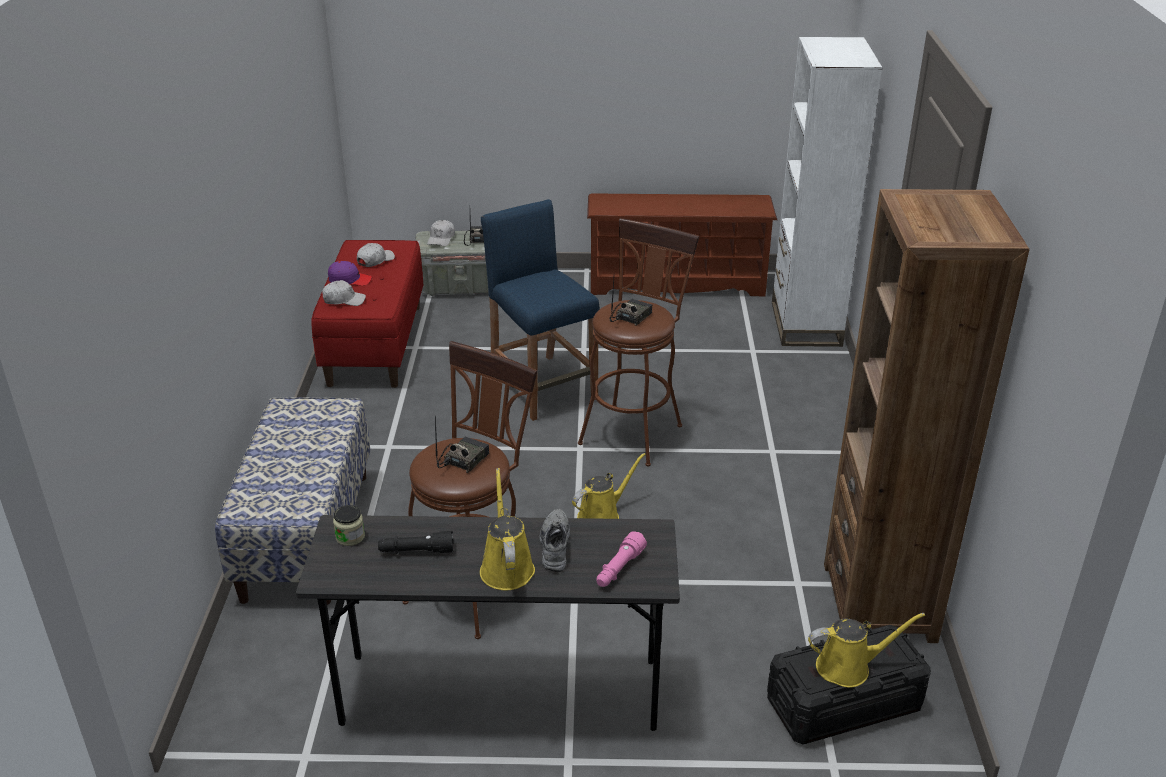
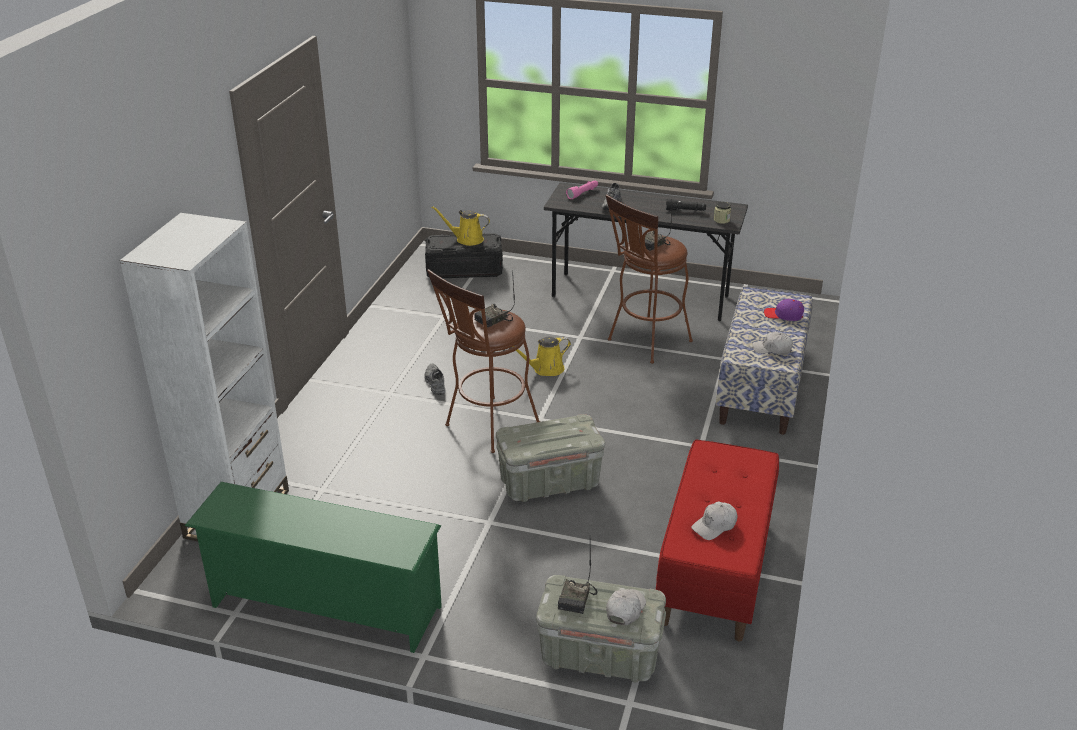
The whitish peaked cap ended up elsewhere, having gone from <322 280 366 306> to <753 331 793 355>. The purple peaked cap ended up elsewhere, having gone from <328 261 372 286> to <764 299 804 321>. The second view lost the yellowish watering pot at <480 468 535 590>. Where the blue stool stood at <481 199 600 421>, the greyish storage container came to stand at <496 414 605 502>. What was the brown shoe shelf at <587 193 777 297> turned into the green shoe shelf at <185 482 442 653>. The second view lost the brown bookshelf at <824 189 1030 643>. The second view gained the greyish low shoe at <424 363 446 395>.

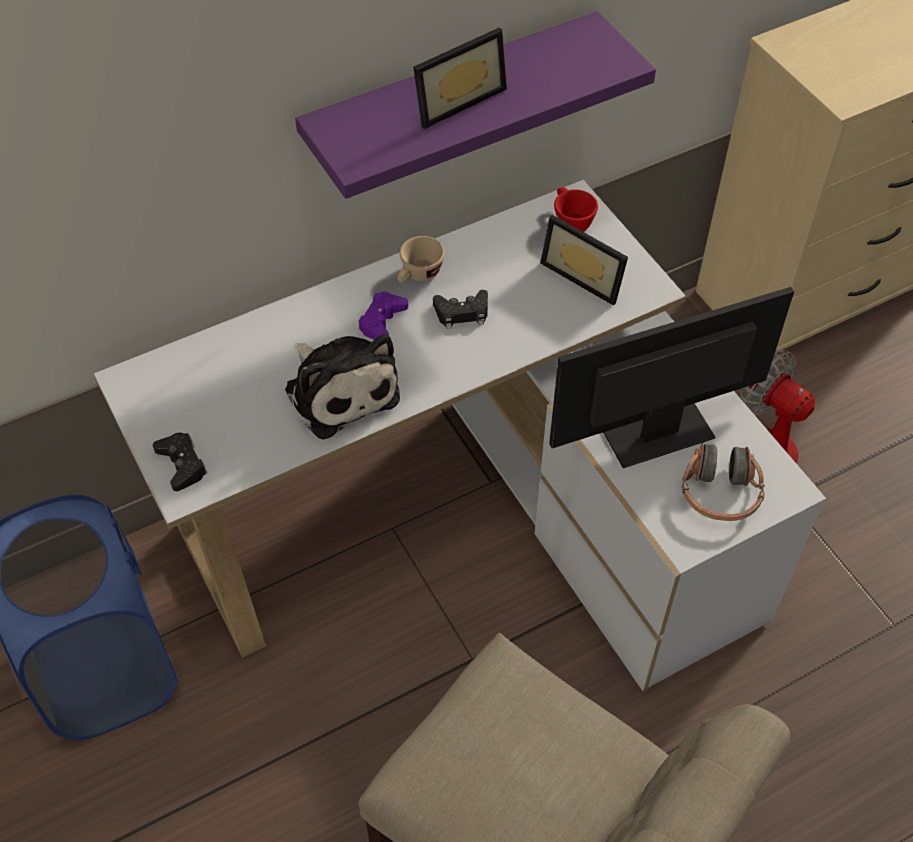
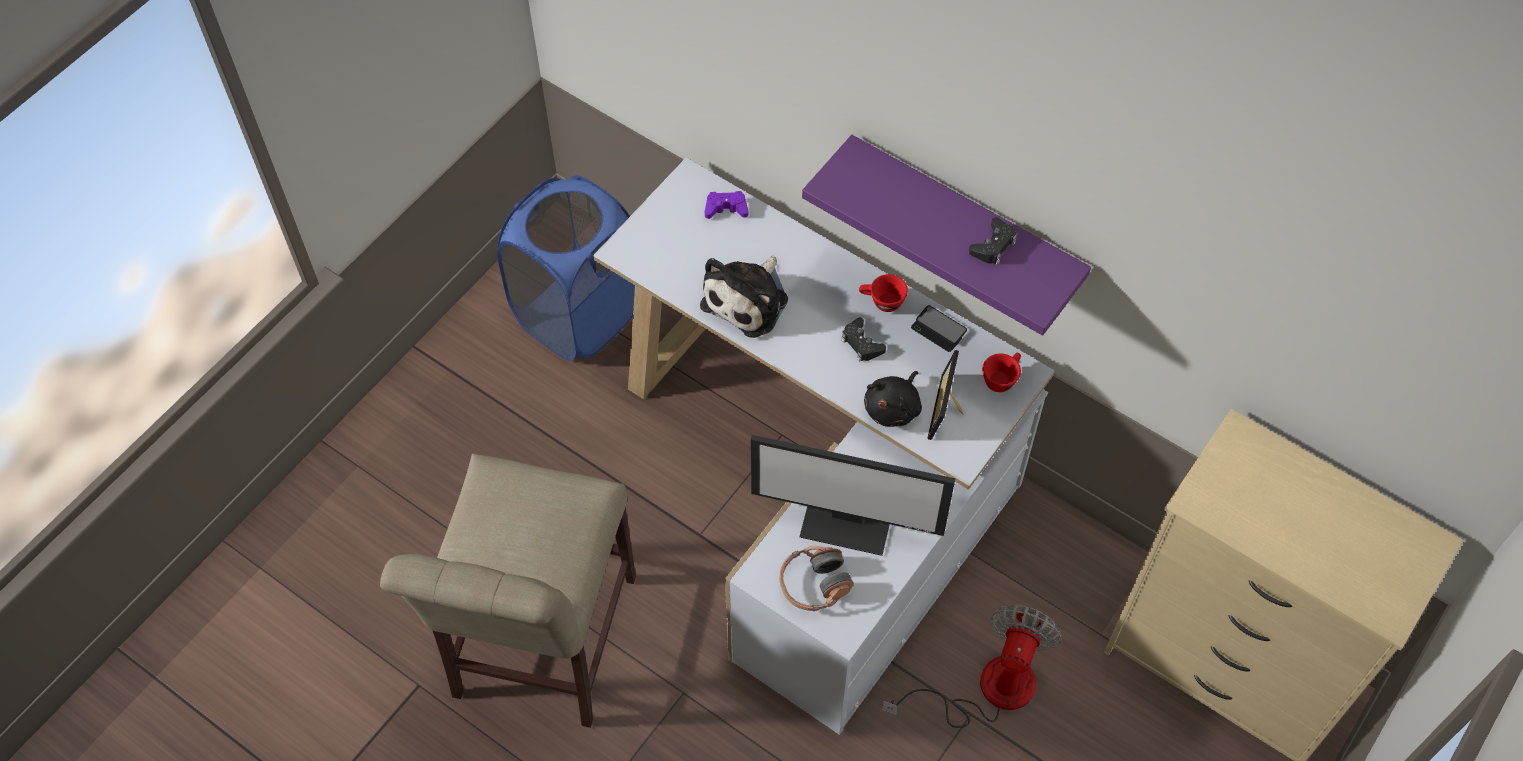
The black-coloured gamepad ended up elsewhere, having gone from <153 433 208 491> to <968 217 1016 265>. The purple gamepad ended up elsewhere, having gone from <359 292 408 340> to <705 191 748 219>. What was the beige cup at <397 236 445 283> turned into the red-coloured cup at <859 274 908 312>. The second view lost the picture frame at <413 28 507 129>. The monitor at <549 287 794 468> ended up facing another way, 150 degrees clockwise from before. The second view gained the black-coloured soft toy at <864 371 922 427>. The second view gained the handset at <911 305 967 352>.

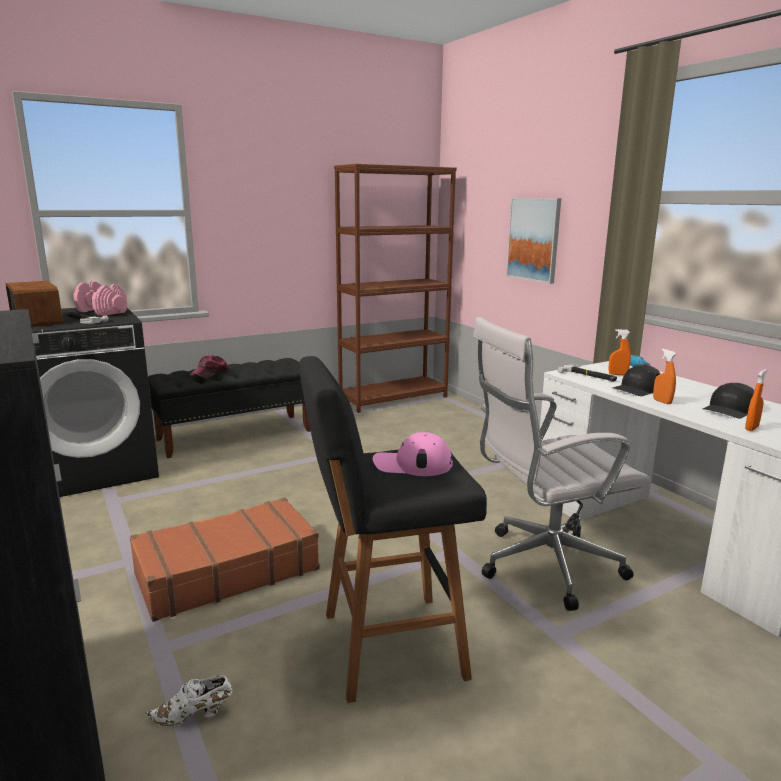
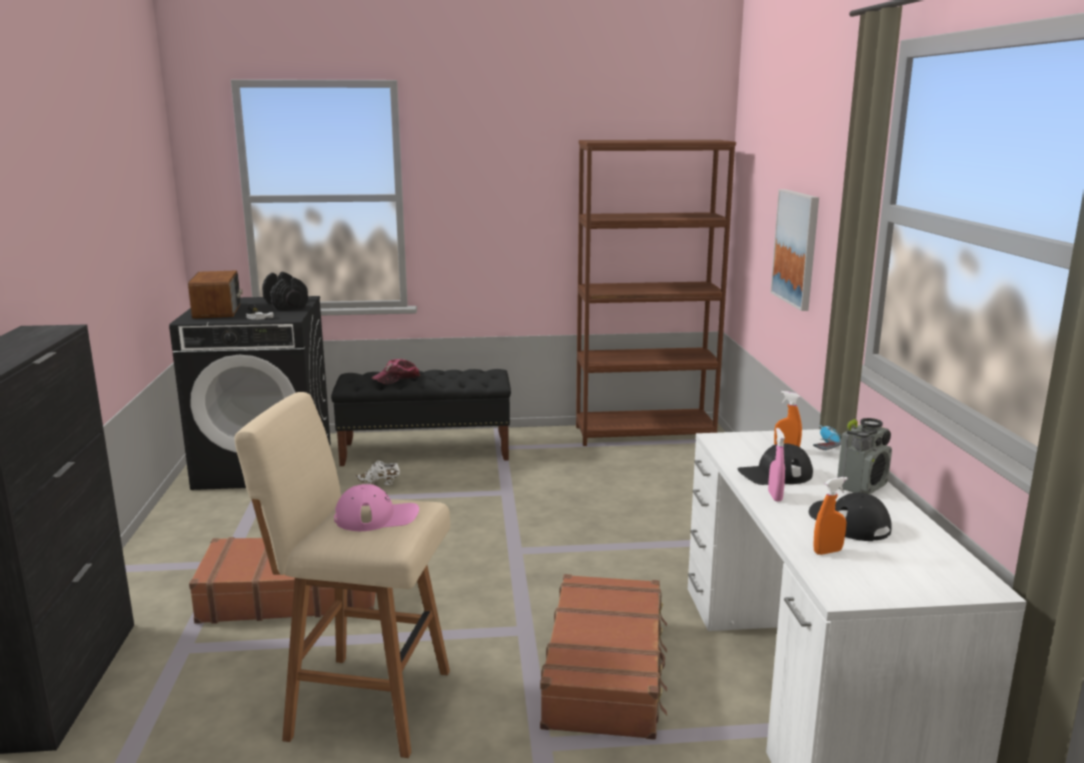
What was the pink-coloured hand weight at <73 281 127 316> turned into the black-coloured hand weight at <262 272 308 310>. The whitish low shoe ended up elsewhere, having gone from <145 675 232 726> to <355 461 400 485>. What was the black-coloured stool at <299 356 487 703> turned into the beige stool at <234 392 450 758>. The pink-coloured peaked cap at <373 432 453 476> ended up facing another way, 135 degrees clockwise from before. Where the whitish office chair stood at <473 317 650 611>, the brown suitcase came to stand at <540 574 667 740>. The second view lost the hammer at <557 364 617 382>. What was the orange spray bottle at <653 349 677 404> turned into the pink-coloured spray bottle at <768 428 785 501>. The black-coloured peaked cap at <703 383 754 418> ended up facing another way, 75 degrees clockwise from before. The second view gained the radio set at <837 418 892 494>.

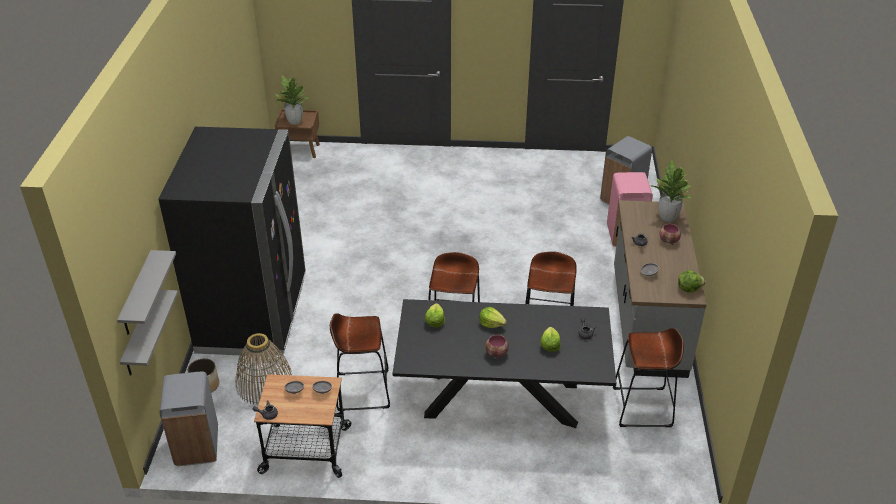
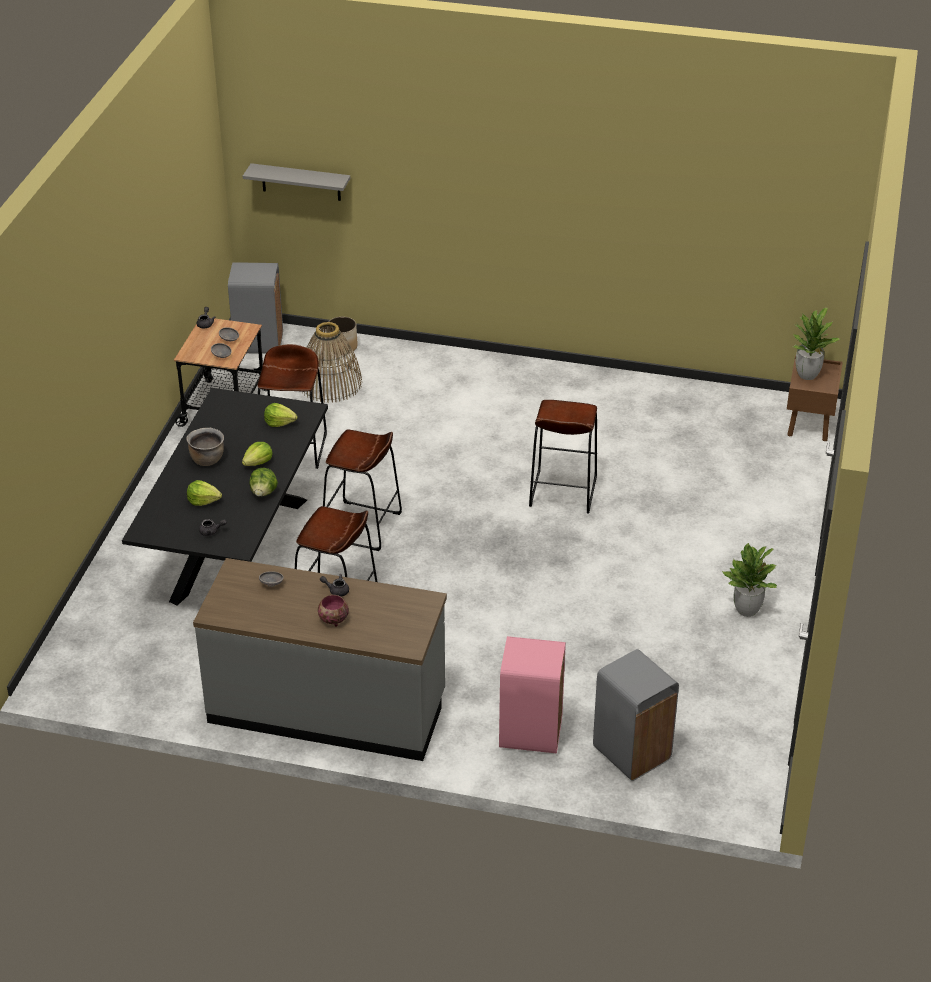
The second view lost the greyish wall shelf at <120 290 178 376>. The second view lost the black-coloured kitchen fridge at <159 127 306 357>. Where the serving bowl stood at <485 335 509 359>, the brown stockpot came to stand at <186 428 224 466>. The brown stool ended up elsewhere, having gone from <613 328 684 427> to <529 400 597 513>. The plant in a pot ended up elsewhere, having gone from <652 160 691 222> to <722 543 777 617>. The head of lettuce ended up elsewhere, having gone from <678 270 705 292> to <250 468 278 497>.

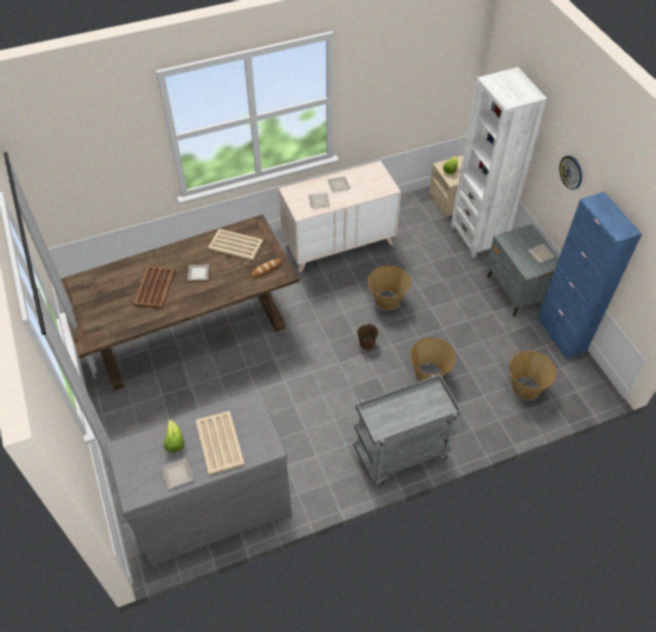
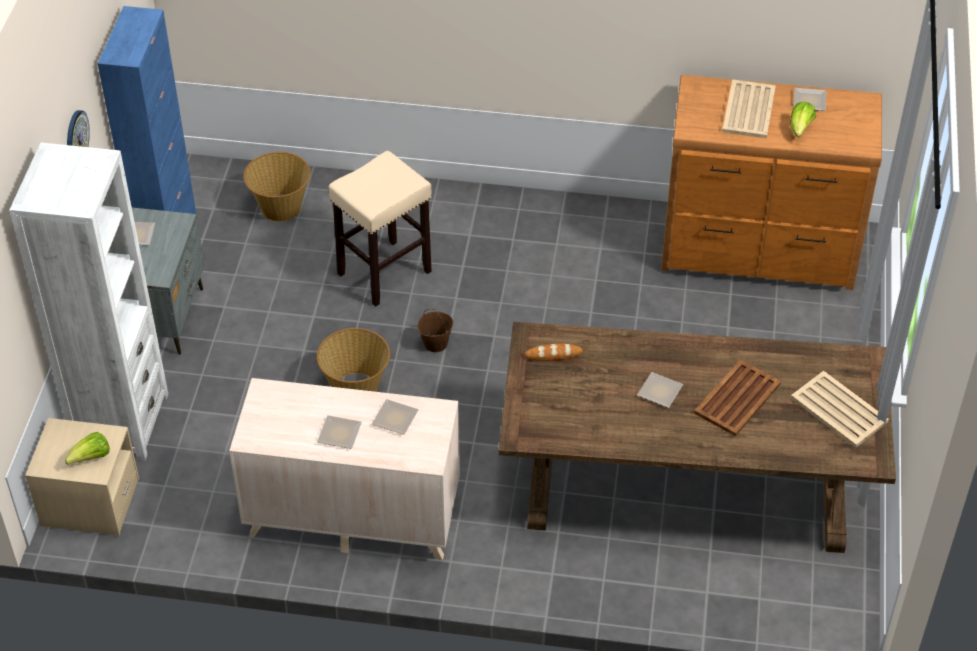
What was the greyish chest of drawers at <106 391 292 568> turned into the brown chest of drawers at <661 75 882 290>. The beige carrying tray ended up elsewhere, having gone from <208 229 263 261> to <791 371 889 448>. The second view lost the greyish wheeled cart at <354 375 461 485>. Where the storage basket stood at <410 337 456 381>, the beige stool came to stand at <329 151 432 307>.

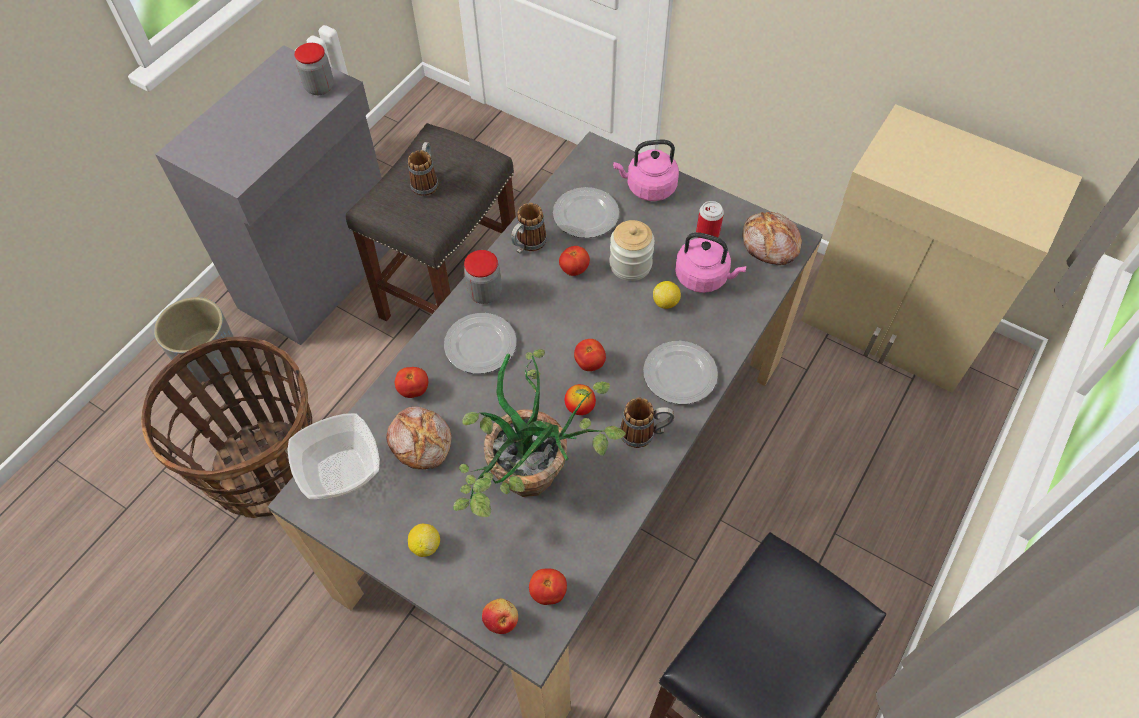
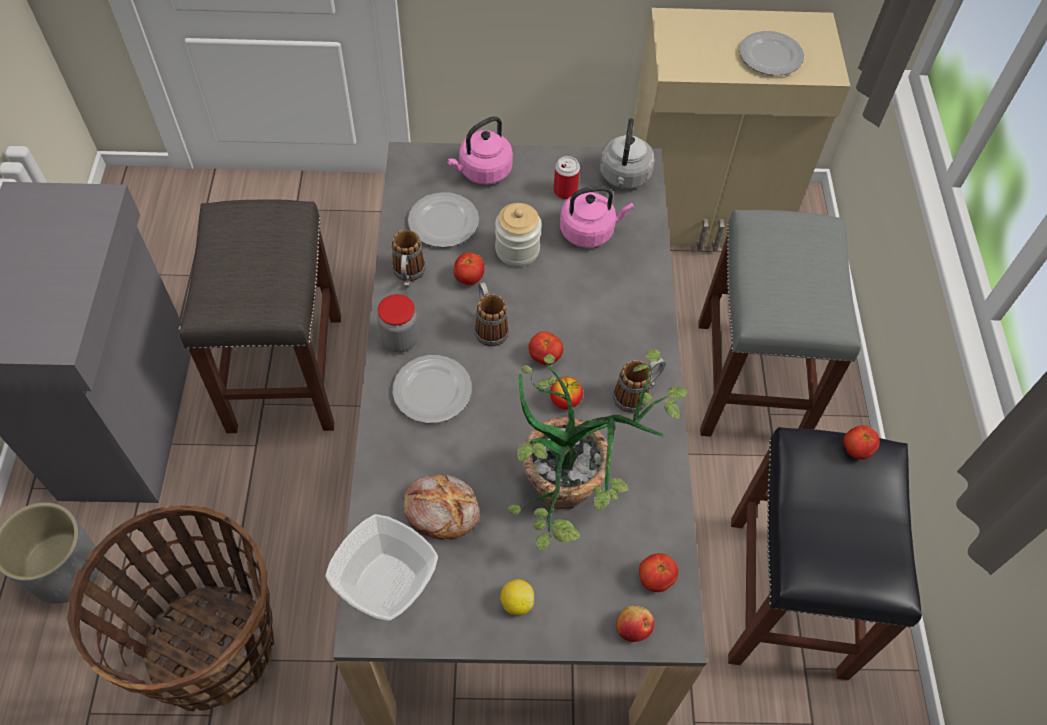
The second view lost the jar at <294 43 334 95>. The tomato ended up elsewhere, having gone from <395 367 428 398> to <843 426 880 459>. The mug ended up elsewhere, having gone from <408 142 438 196> to <474 282 509 346>. The flat dish ended up elsewhere, having gone from <643 341 718 404> to <739 31 804 75>. The second view lost the lemon at <653 281 681 309>. Where the bread stood at <743 212 802 265>, the greyish water kettle came to stand at <600 118 655 189>. The second view gained the greyish stool at <698 210 861 437>.

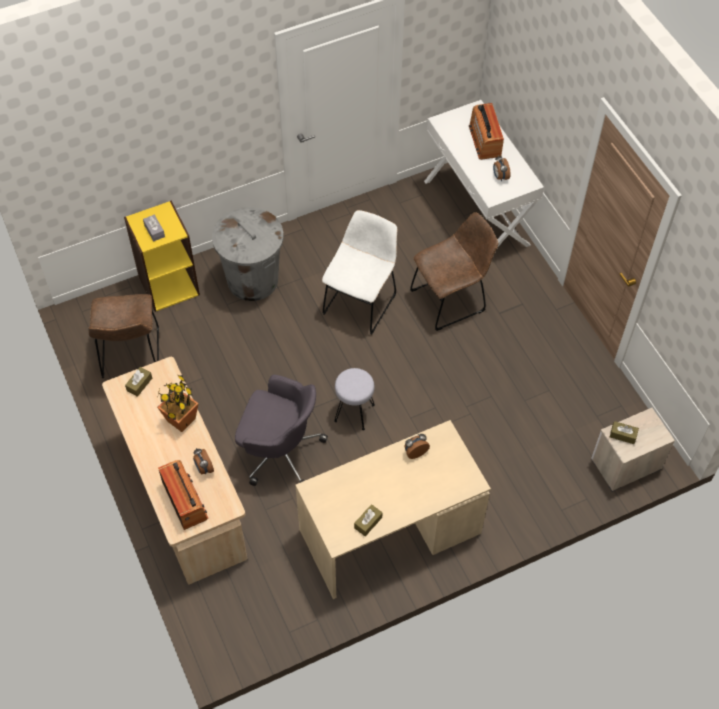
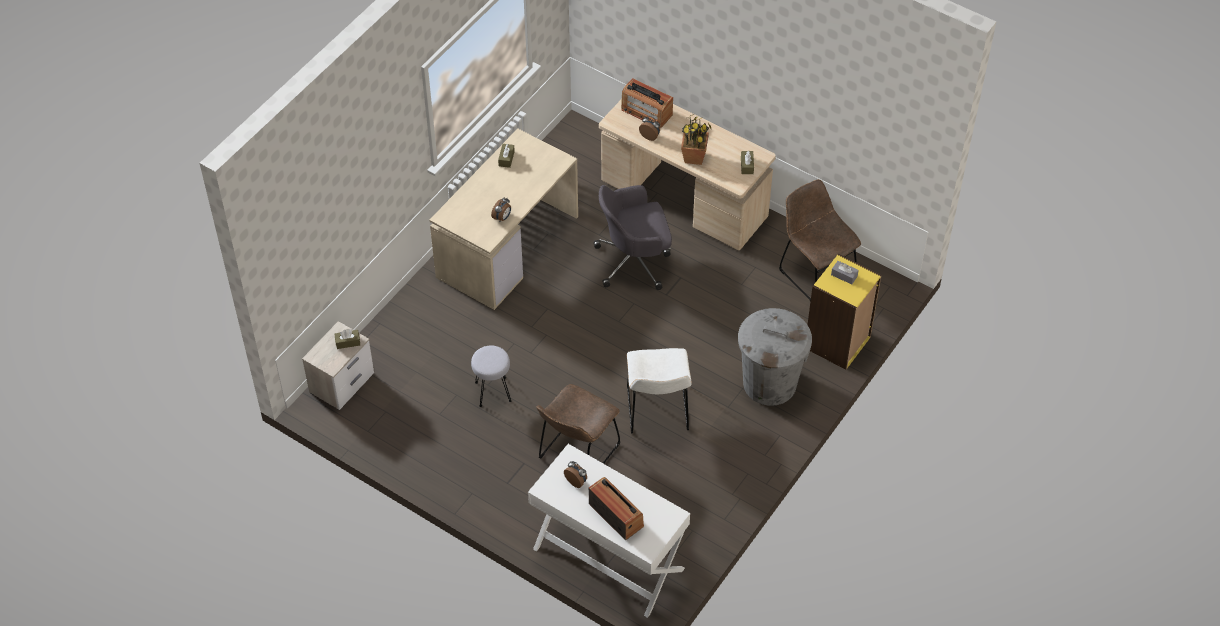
The greyish stool ended up elsewhere, having gone from <334 368 375 430> to <471 345 512 407>.

